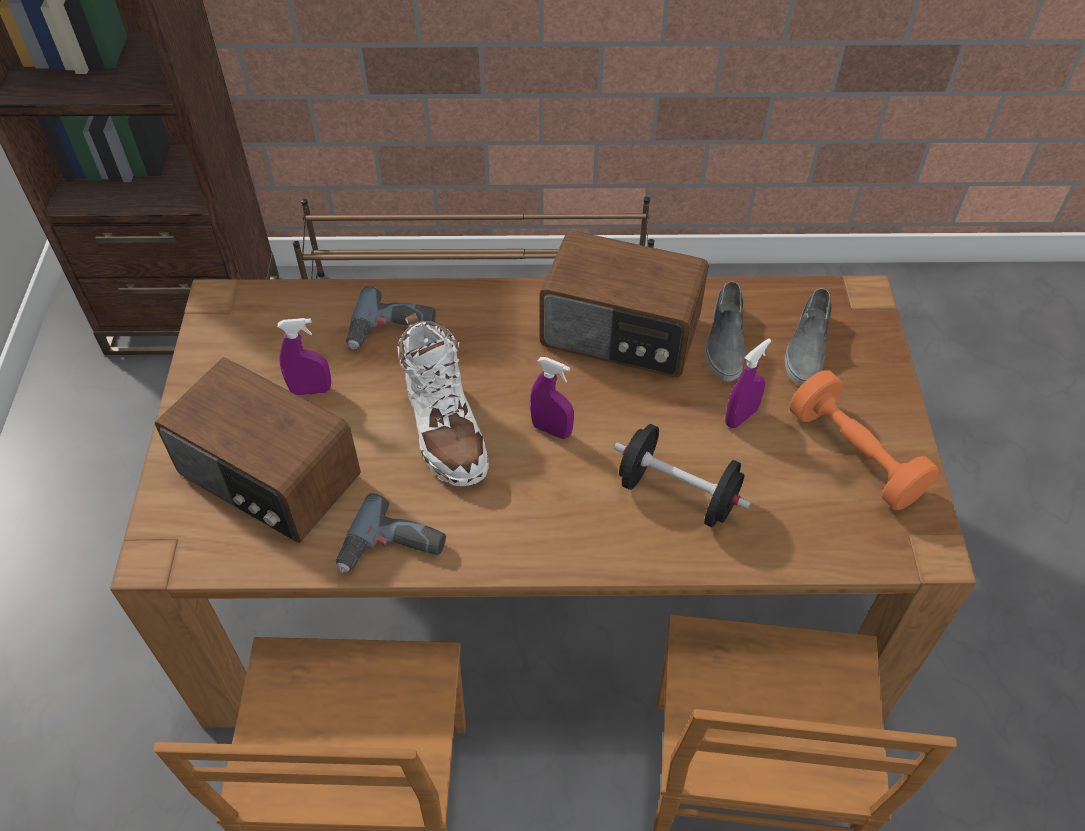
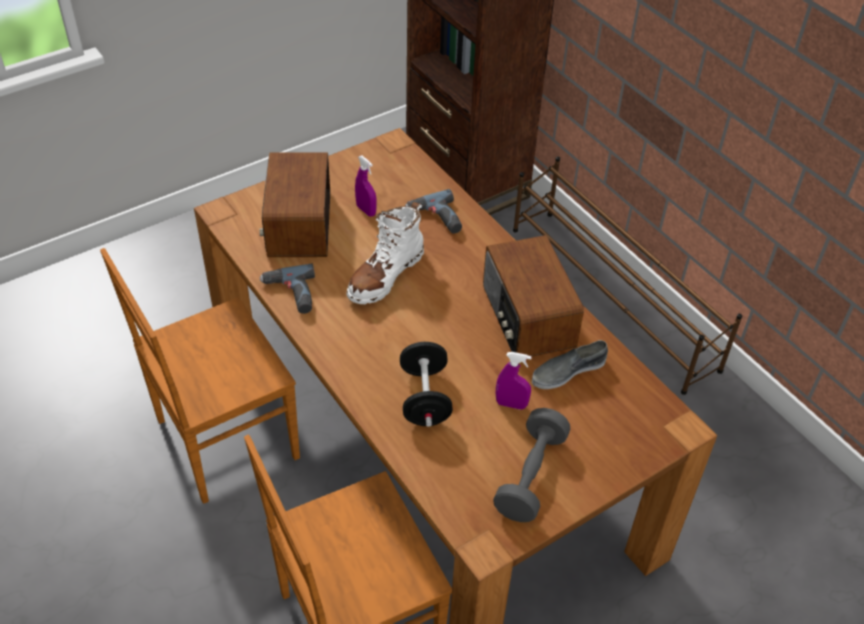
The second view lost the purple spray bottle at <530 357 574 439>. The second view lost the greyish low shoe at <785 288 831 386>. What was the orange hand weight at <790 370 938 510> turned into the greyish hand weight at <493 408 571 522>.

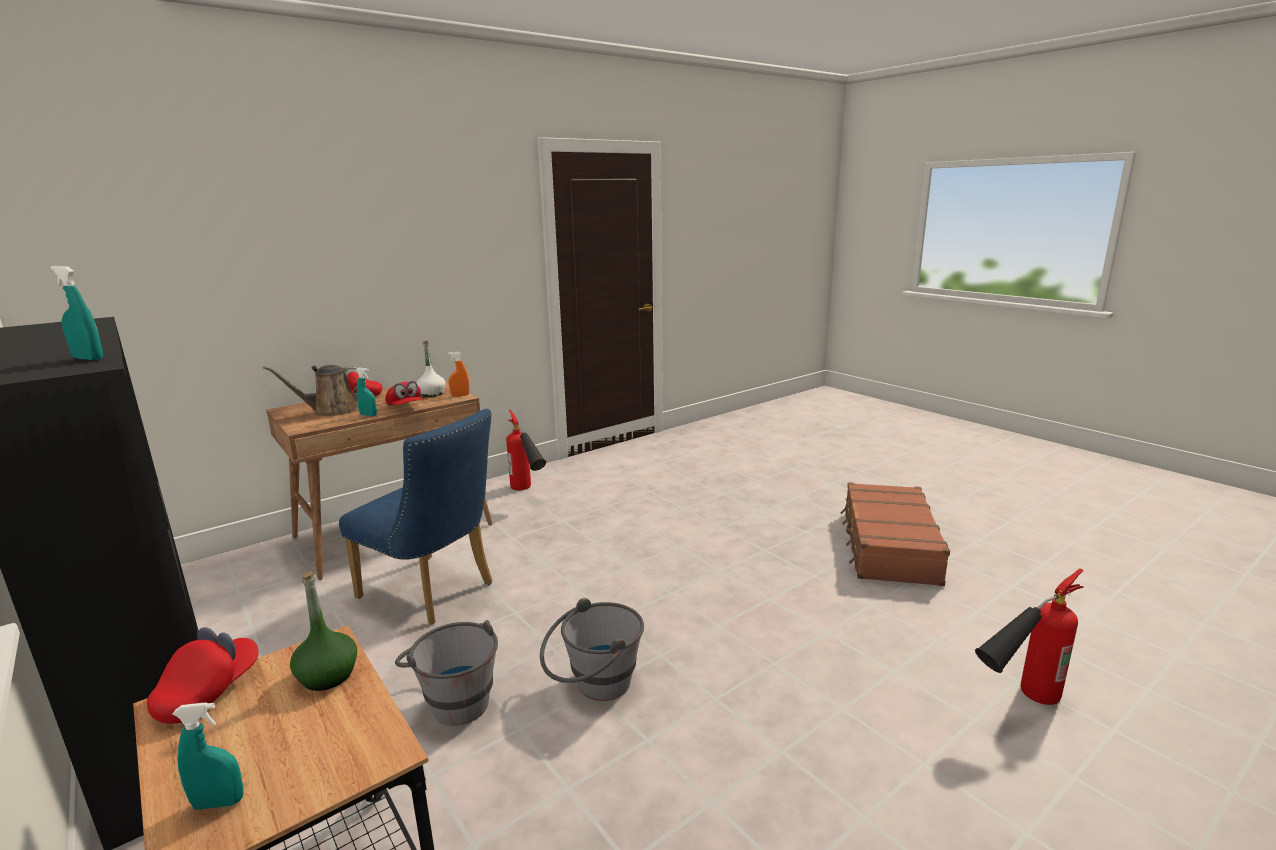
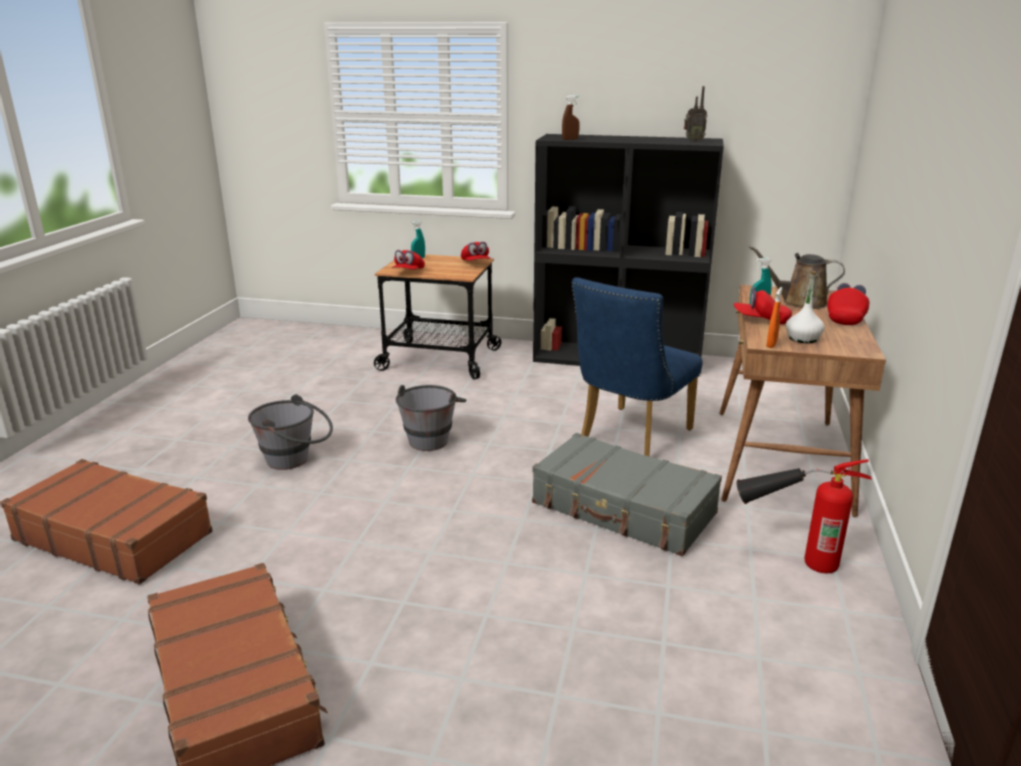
What was the turquoise spray bottle at <50 266 103 360> turned into the brown spray bottle at <562 95 580 140>. The brown watering pot at <263 365 358 416> ended up facing another way, 105 degrees counterclockwise from before. The second view lost the green beverage bottle at <290 571 357 691>. The blue upright chair at <339 409 492 625> ended up facing another way, 45 degrees counterclockwise from before. The greyish pail ended up elsewhere, having gone from <395 620 498 726> to <248 394 333 470>. Where the fire-fighting cylinder stood at <975 568 1084 705>, the brown suitcase came to stand at <0 459 213 585>. The second view gained the red-coloured peaked cap at <392 250 425 270>. The second view gained the greyish suitcase at <532 433 722 556>. The second view gained the radio set at <684 86 707 142>.

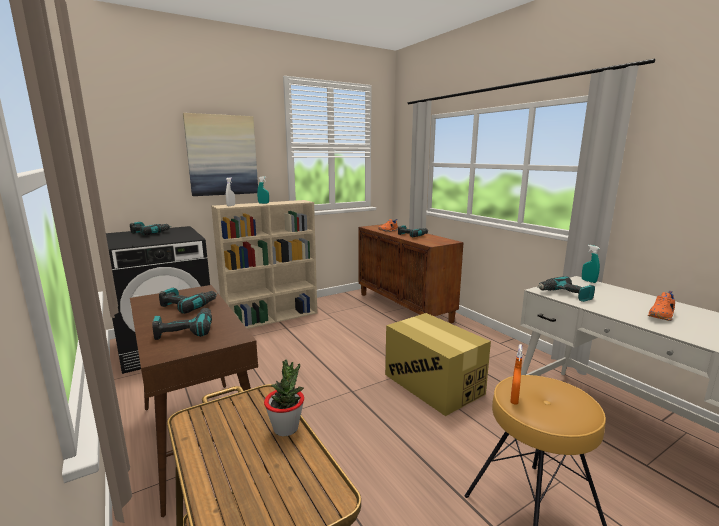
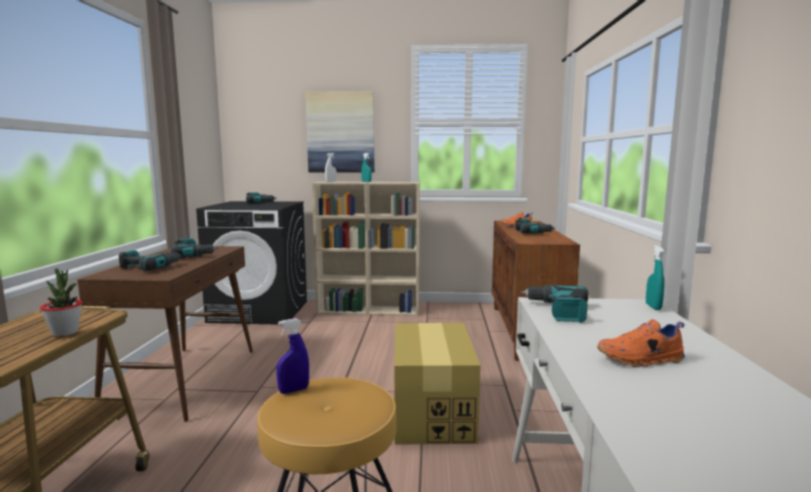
What was the orange spray bottle at <510 344 522 405> turned into the blue spray bottle at <276 318 309 394>.

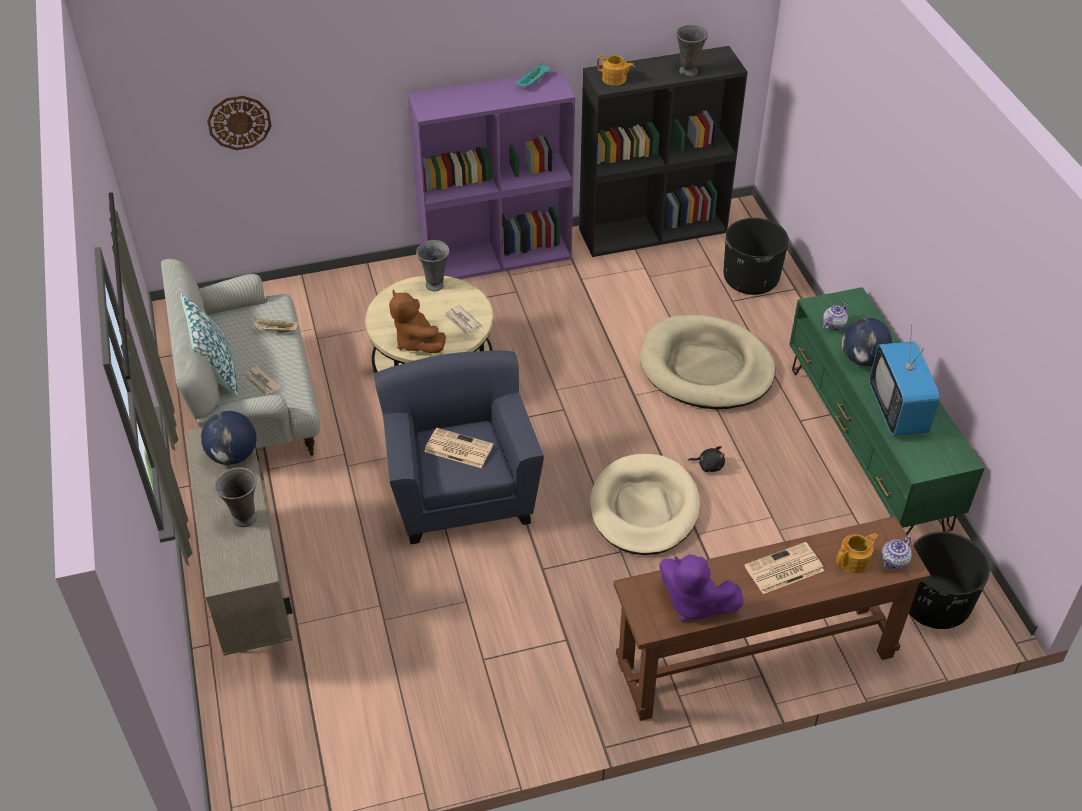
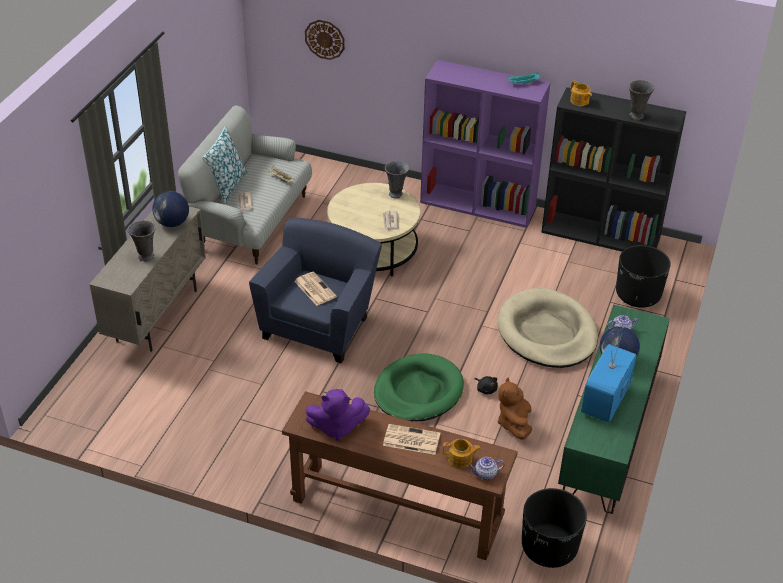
The brown soft toy ended up elsewhere, having gone from <389 289 446 353> to <498 378 532 440>. What was the beige dog cushion at <590 454 700 555> turned into the green dog cushion at <374 354 464 422>. The purple soft toy at <659 554 744 622> ended up facing another way, 75 degrees counterclockwise from before.

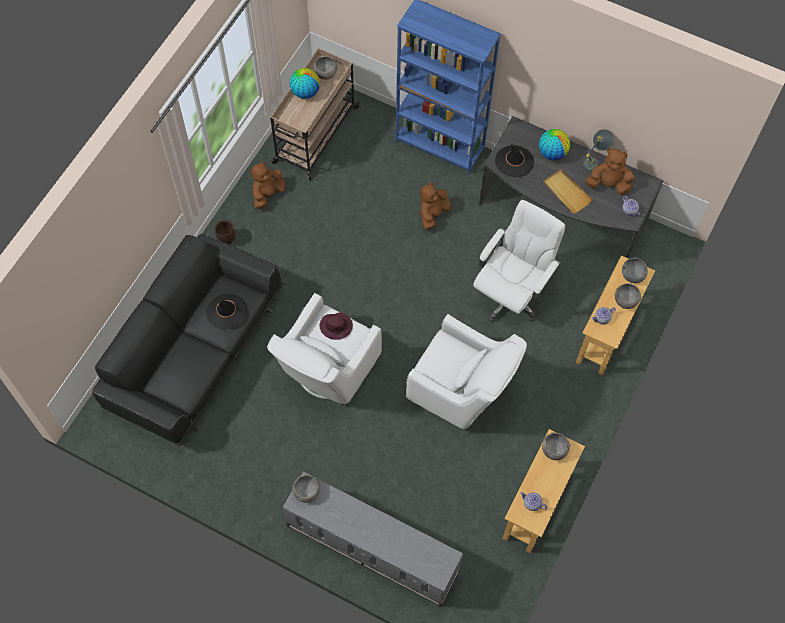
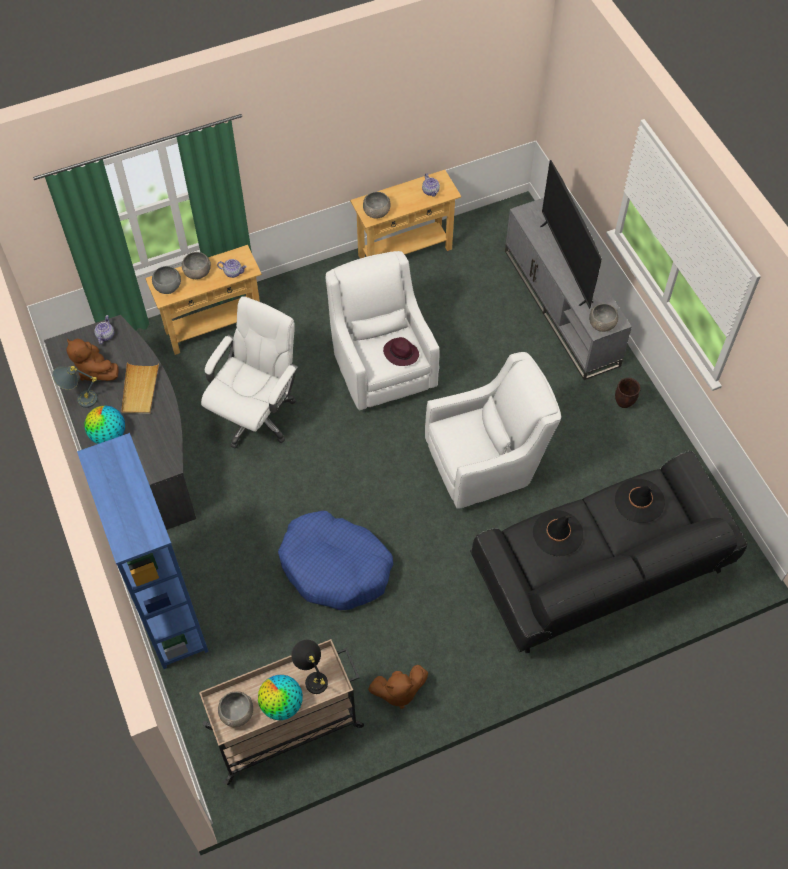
The brown flower pot ended up elsewhere, having gone from <215 220 235 245> to <615 378 641 408>. The purple hat ended up elsewhere, having gone from <319 313 353 340> to <383 337 419 366>. The second view lost the brown soft toy at <420 182 451 230>. The whitish office chair at <473 200 565 322> ended up facing another way, 135 degrees clockwise from before. The black-coloured hat ended up elsewhere, having gone from <495 143 534 177> to <615 479 665 523>. The second view gained the blue dog cushion at <278 511 393 610>. The second view gained the black-coloured lamp for a table at <291 640 328 694>. The second view gained the TV set at <540 160 602 309>.

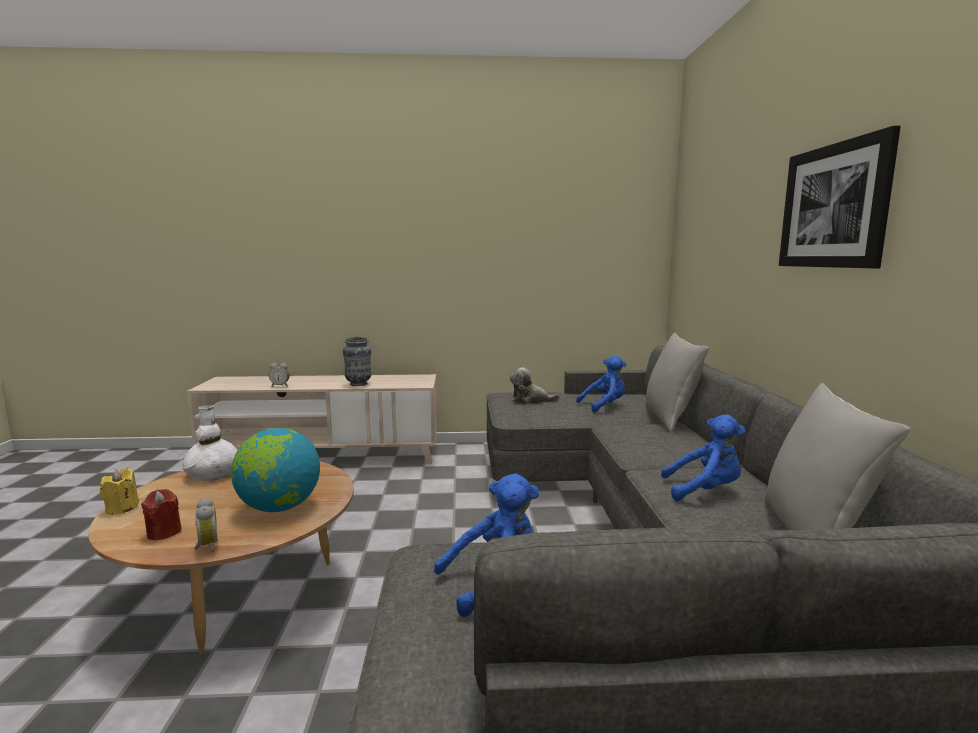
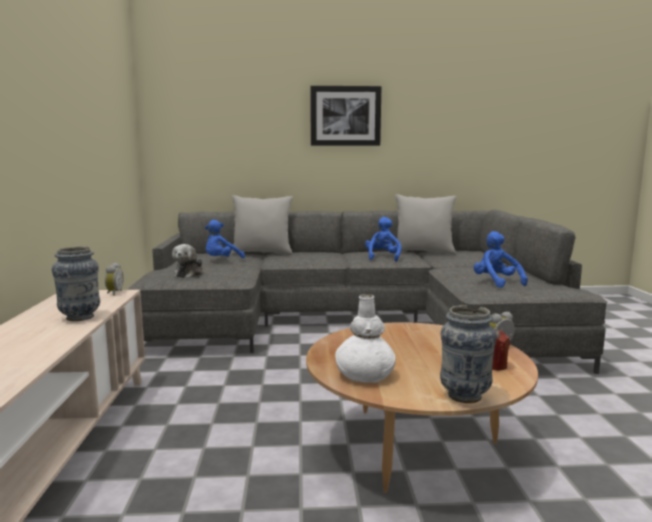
Where the yellowish candle stood at <100 468 139 514>, the decorative vase came to stand at <440 305 497 403>. The second view lost the desk globe at <231 428 320 512>. The alarm clock ended up elsewhere, having gone from <269 363 290 387> to <105 263 124 296>. The blue soft toy at <576 355 626 412> ended up facing another way, 120 degrees counterclockwise from before.

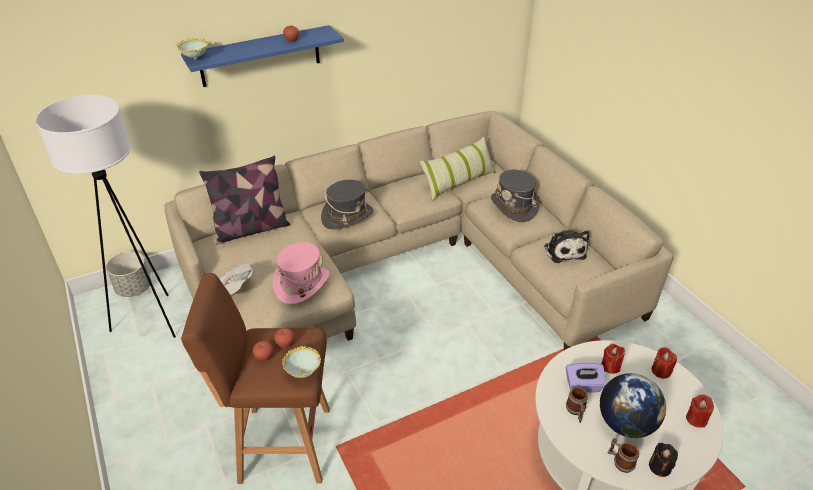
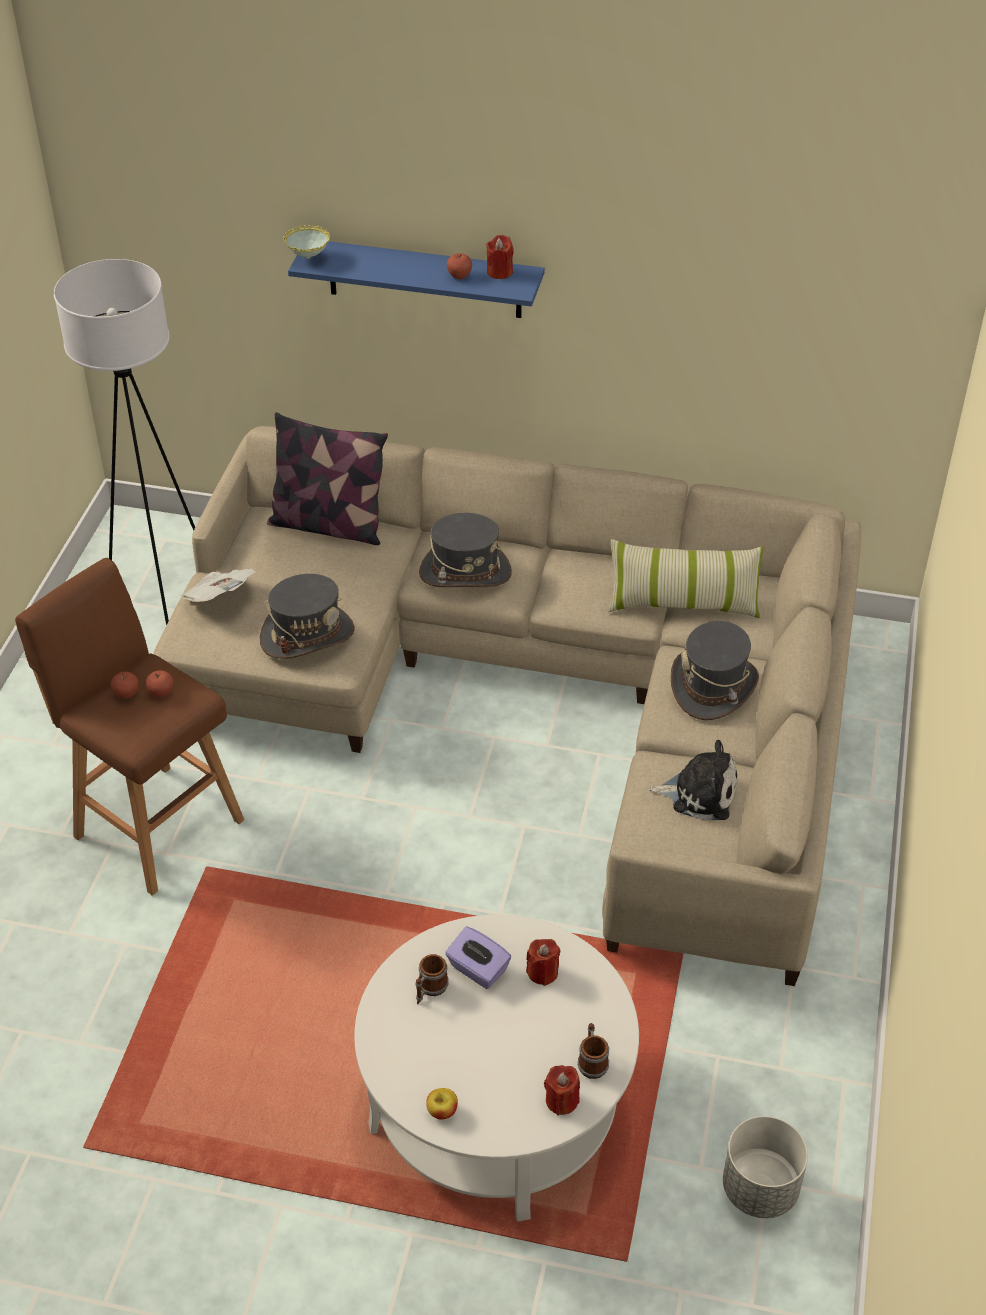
The greyish flower pot ended up elsewhere, having gone from <106 251 151 297> to <723 1116 808 1218>. What was the pink-coloured hat at <273 242 330 304> turned into the greyish hat at <260 574 355 659>. The second view lost the serving bowl at <282 346 321 378>. The soft toy at <545 230 589 263> ended up facing another way, 105 degrees counterclockwise from before. The second view lost the desk globe at <600 373 666 438>. The mug ended up elsewhere, having gone from <607 438 639 473> to <578 1023 609 1079>. Where the black-coloured candle stood at <649 443 678 477>, the apple fruit came to stand at <426 1088 458 1120>. The red-coloured candle ended up elsewhere, having gone from <652 347 677 379> to <486 235 513 279>.

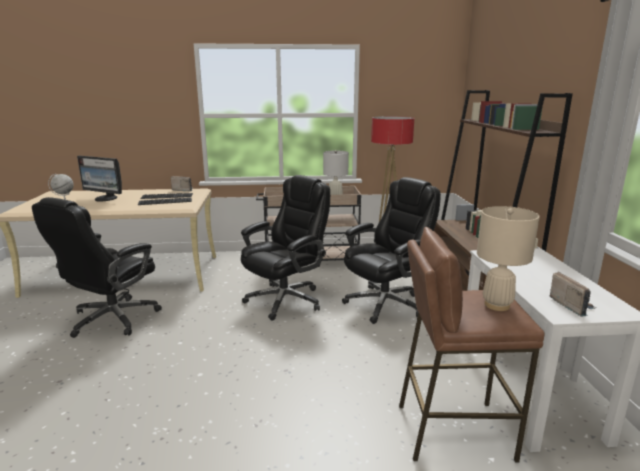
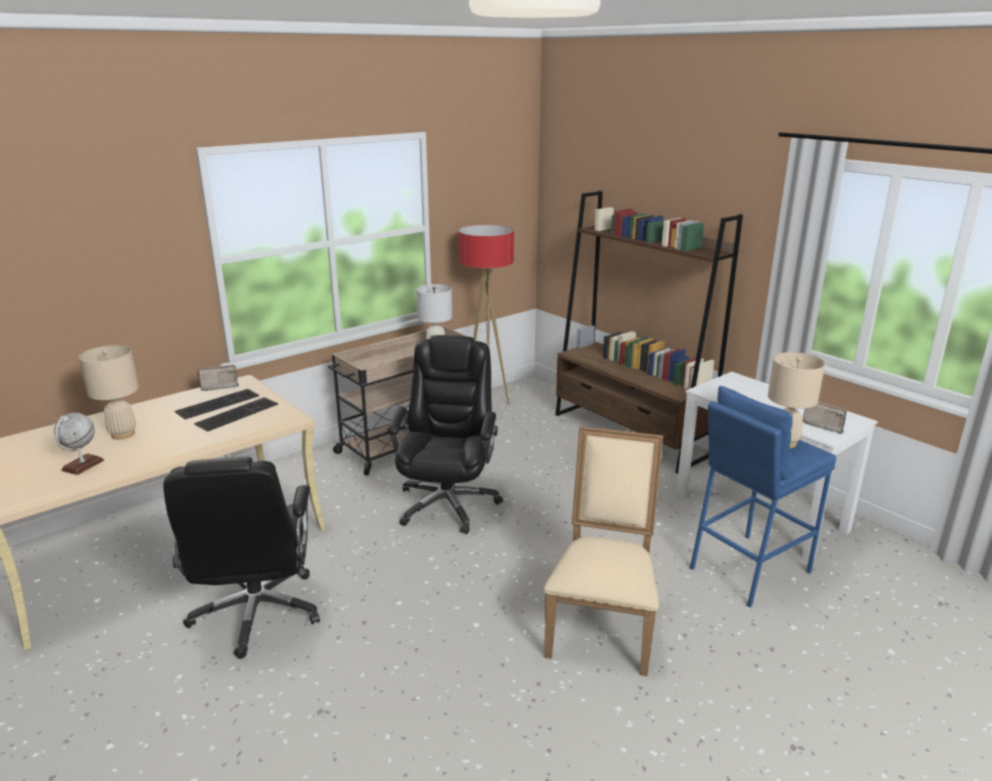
Where the monitor stood at <77 156 122 202>, the beige lamp for a table came to stand at <79 345 139 440>. The second view lost the black-coloured office chair at <342 177 441 324>. What was the brown stool at <399 227 544 462> turned into the blue stool at <690 386 836 607>. The second view gained the beige upright chair at <544 426 663 676>.

